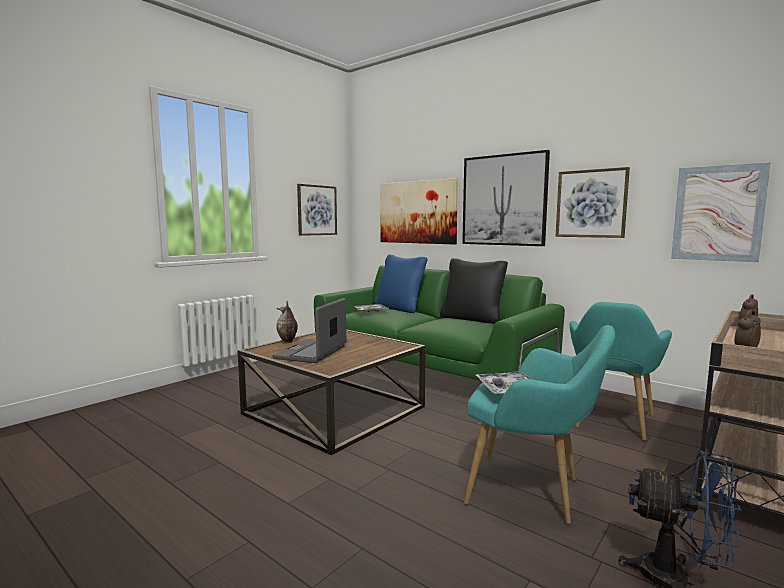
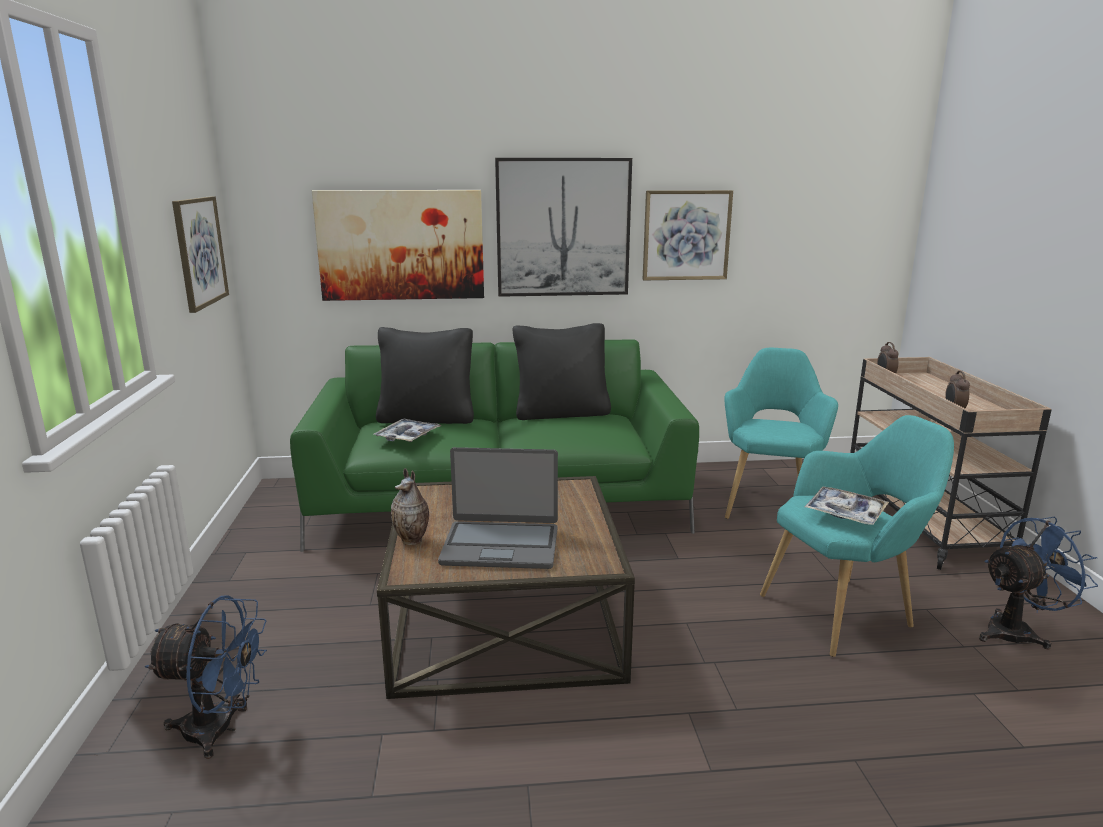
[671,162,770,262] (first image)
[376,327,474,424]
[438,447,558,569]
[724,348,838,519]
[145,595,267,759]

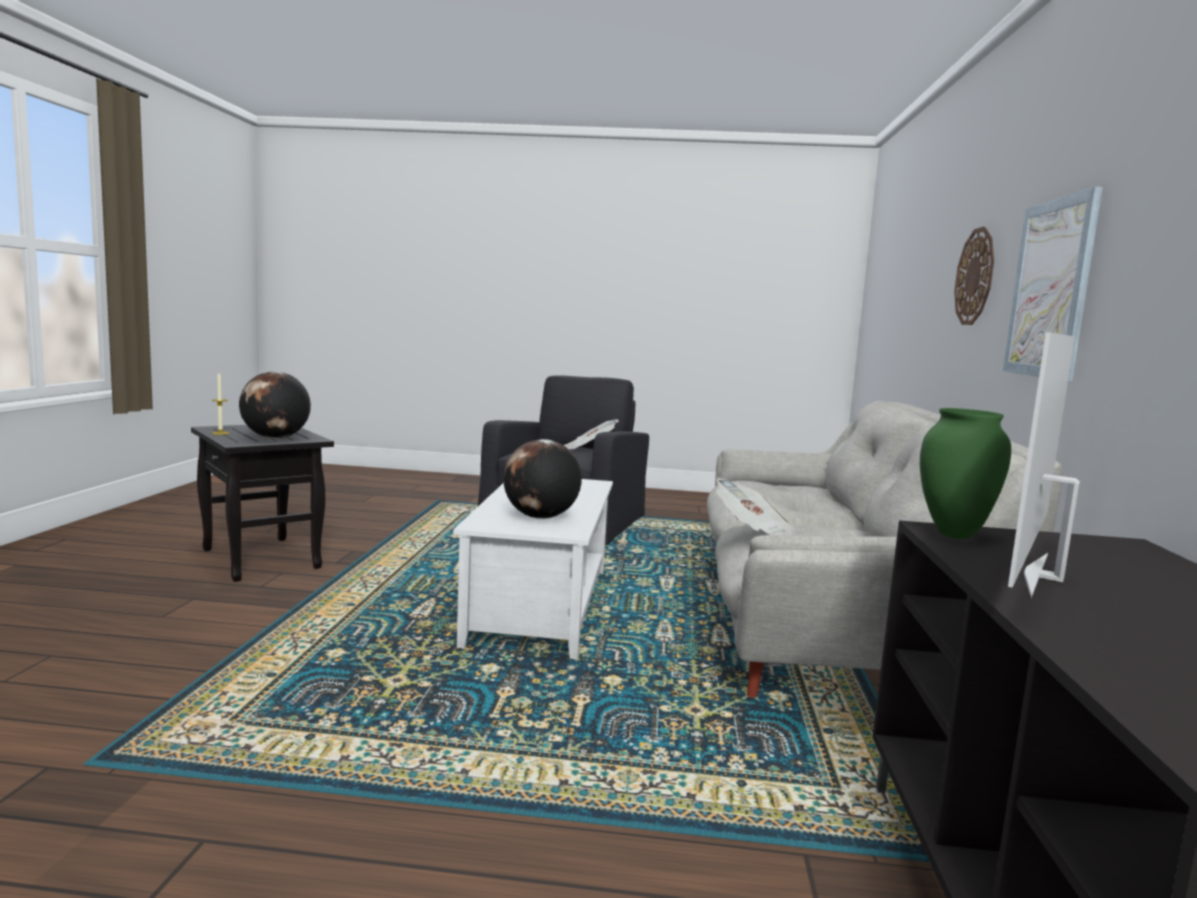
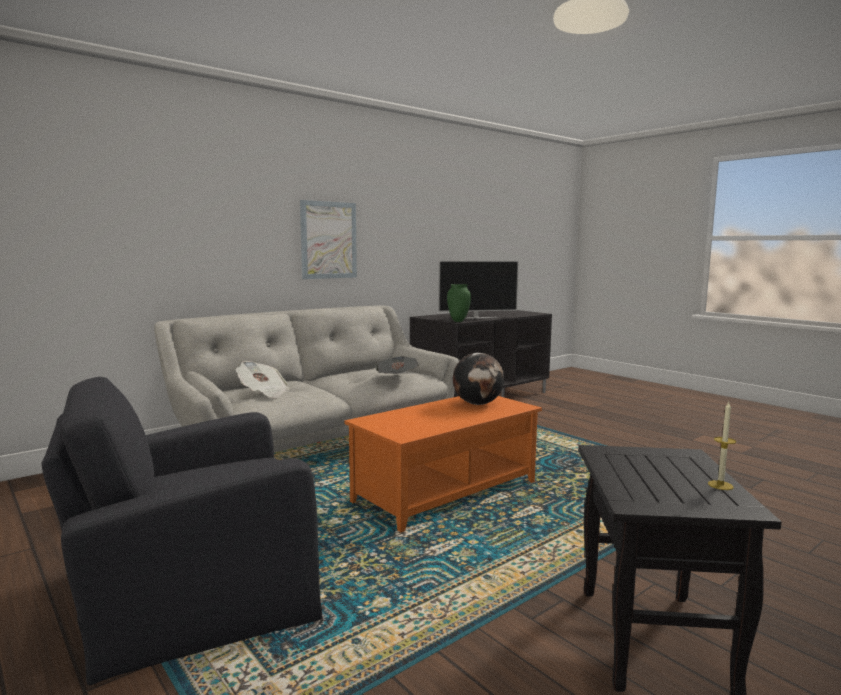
[954,226,994,325] (first image)
[239,371,311,439] (first image)
[236,361,290,398]
[345,396,542,532]

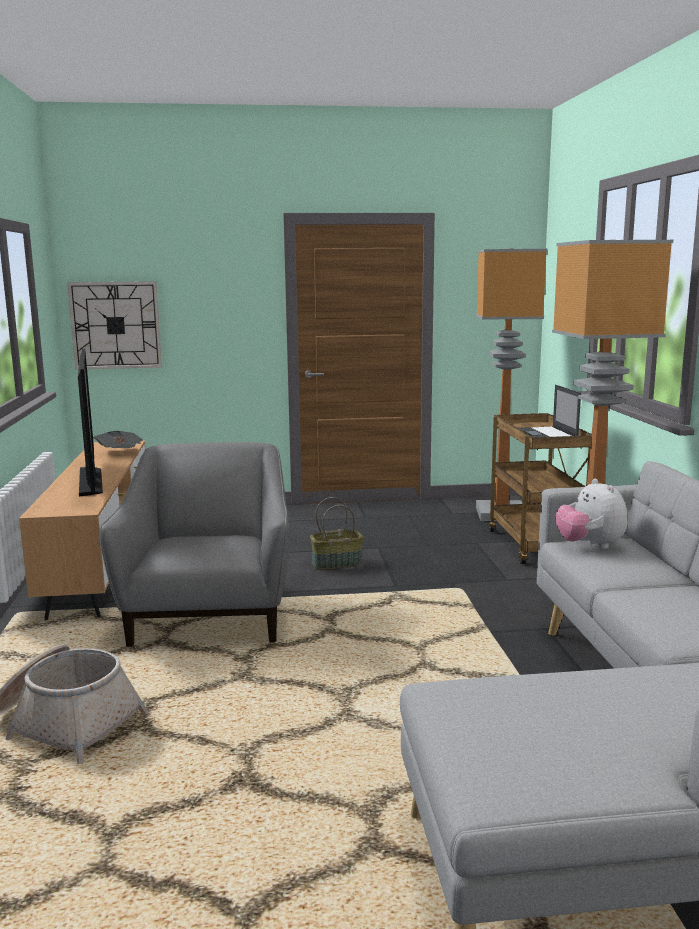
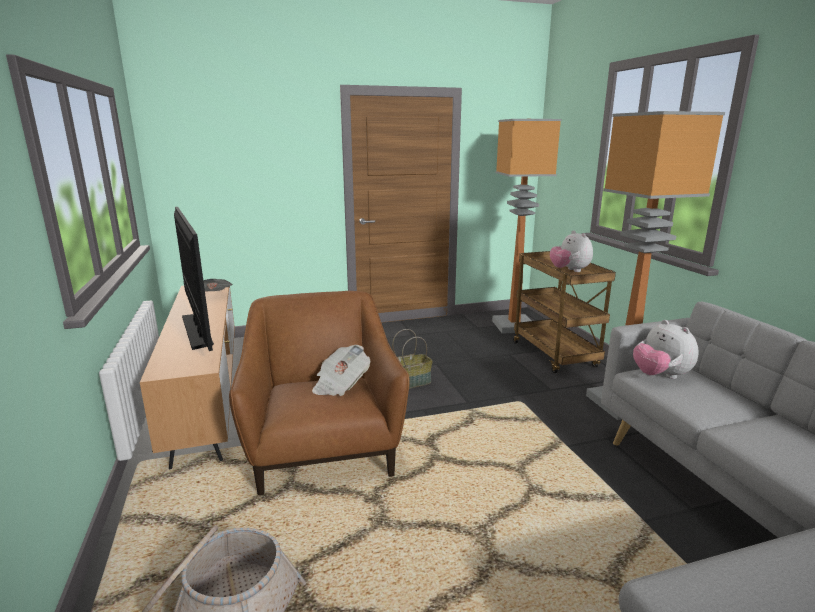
[67,281,162,370] (first image)
[550,231,593,272]
[229,291,410,495]
[312,345,370,396]

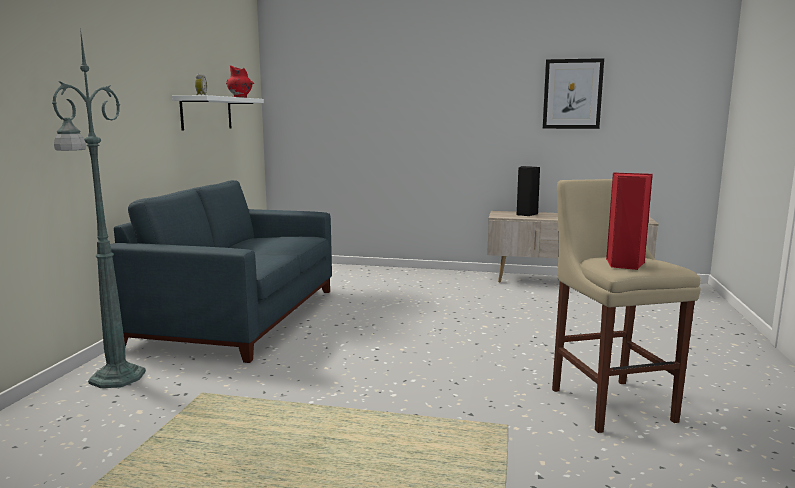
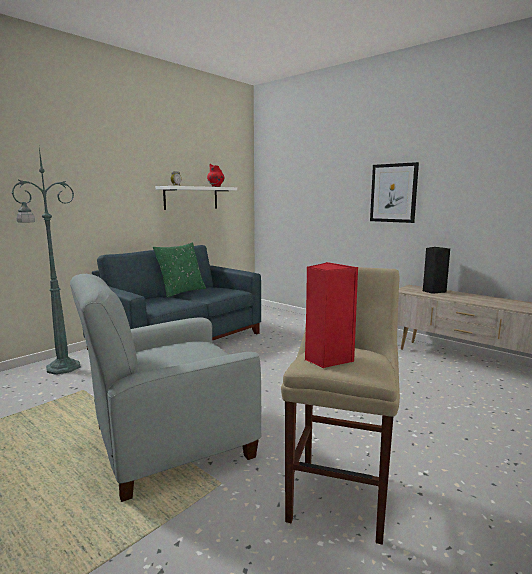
[370,162,419,223]
[153,242,206,298]
[70,274,261,502]

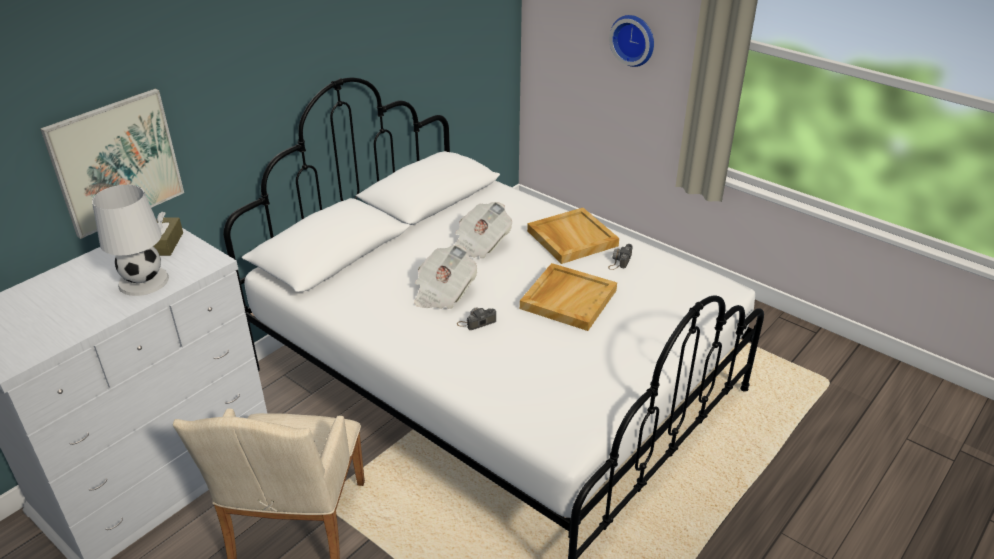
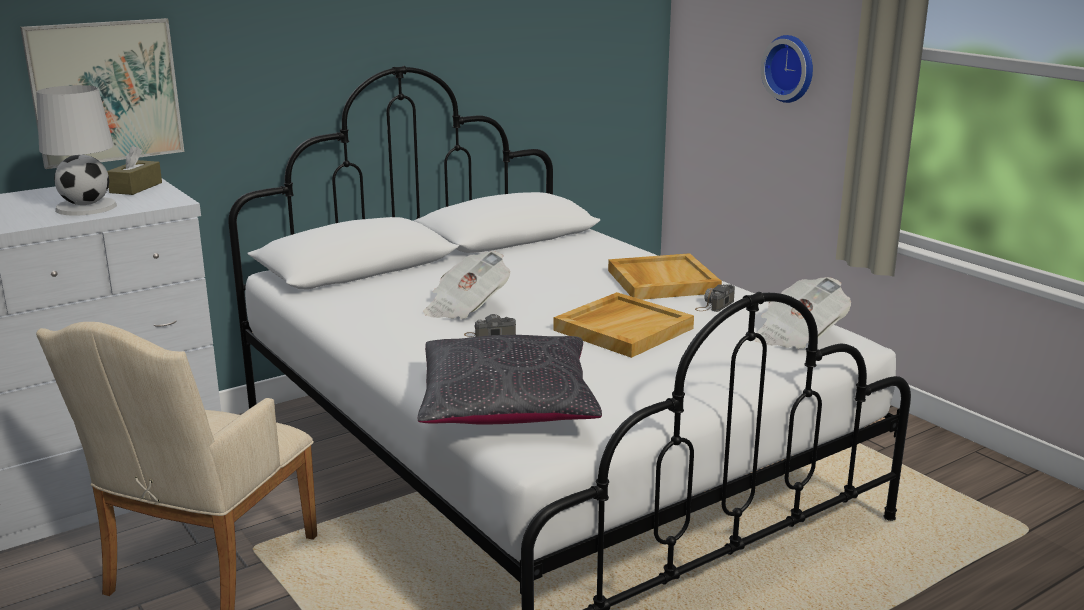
[755,277,851,349]
[418,335,602,425]

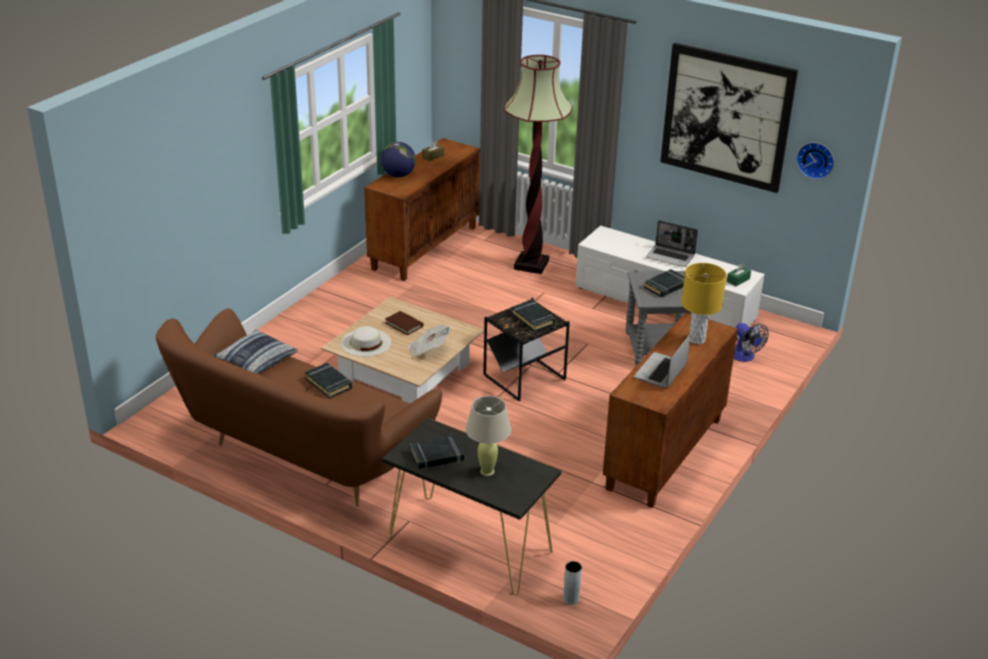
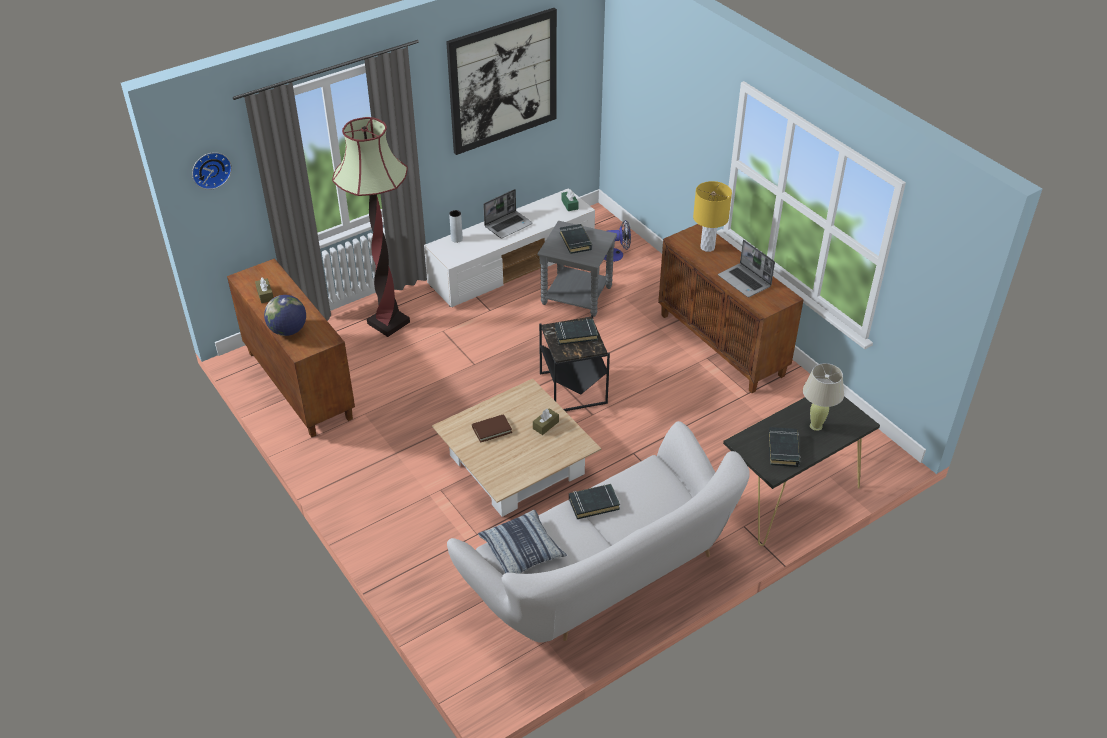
[192,152,232,190]
[447,421,750,642]
[533,408,559,435]
[341,326,391,357] (first image)
[449,210,463,243]

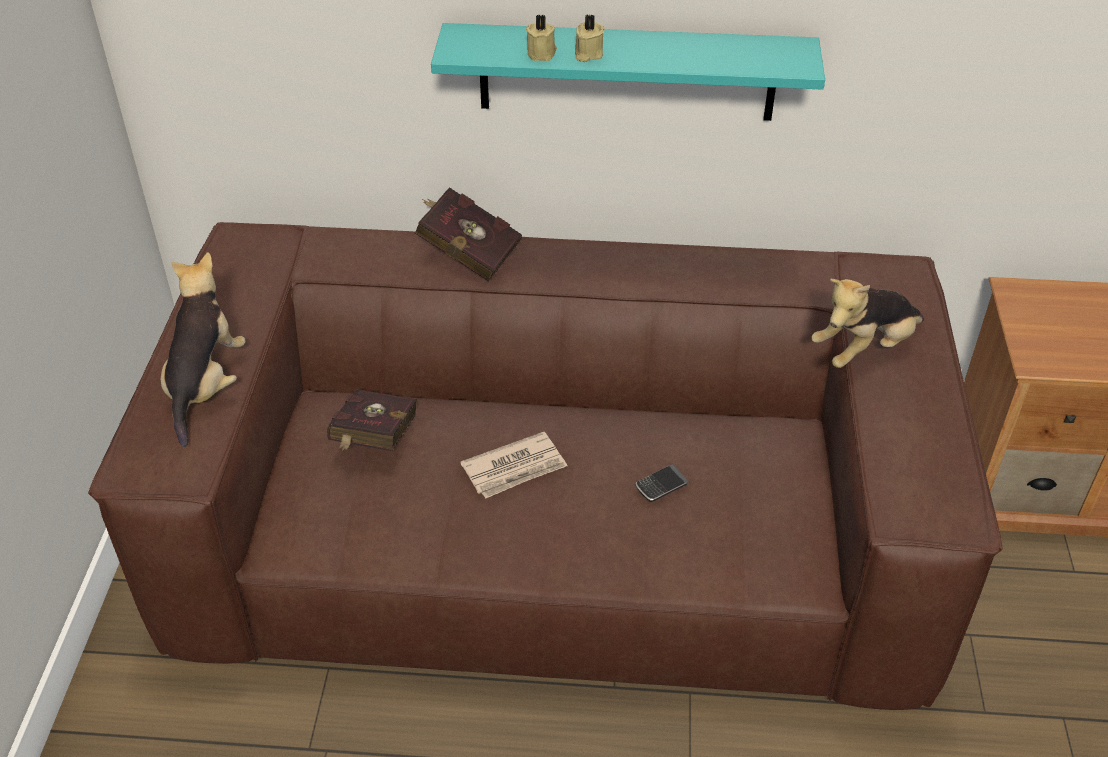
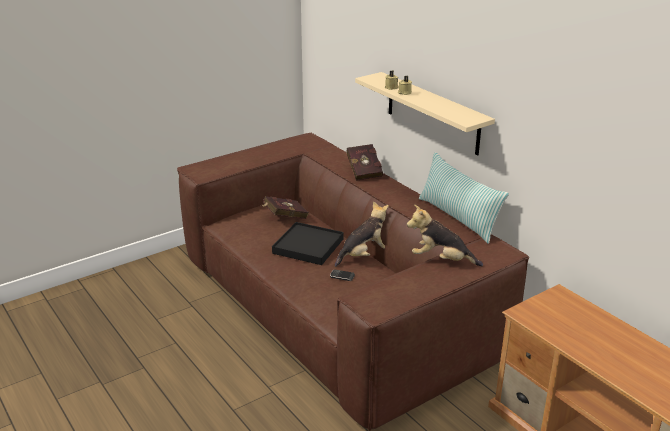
[355,72,495,156]
[335,201,389,267]
[272,222,344,265]
[419,152,509,244]

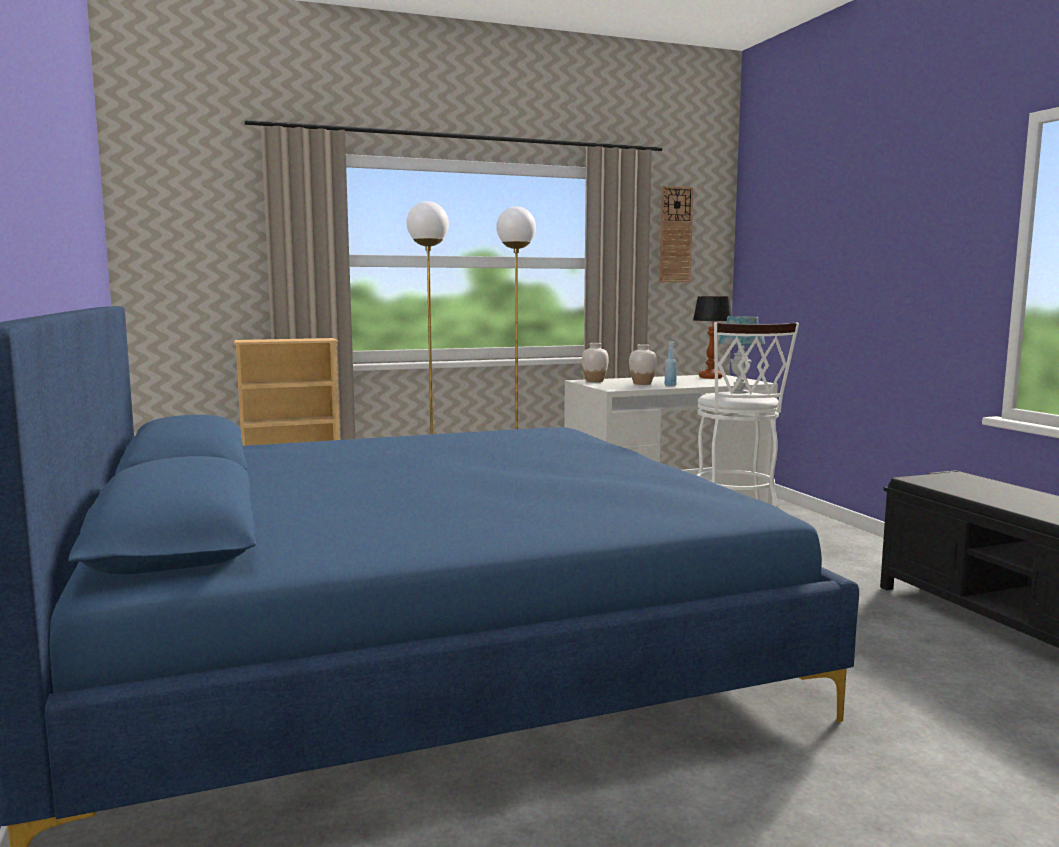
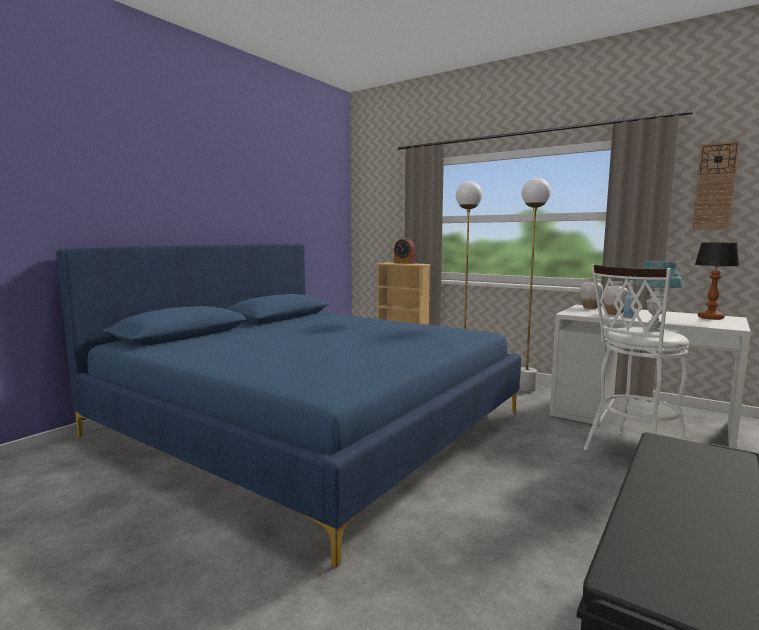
[394,237,415,264]

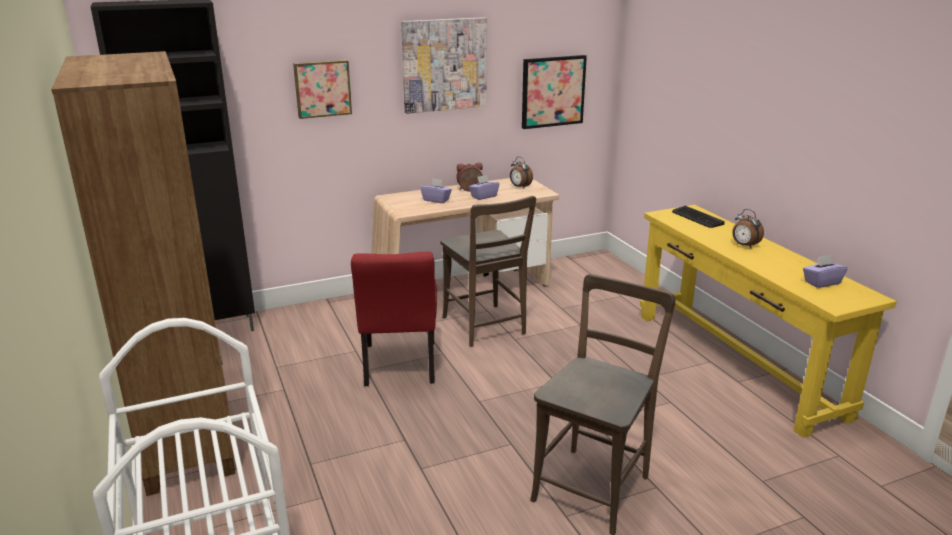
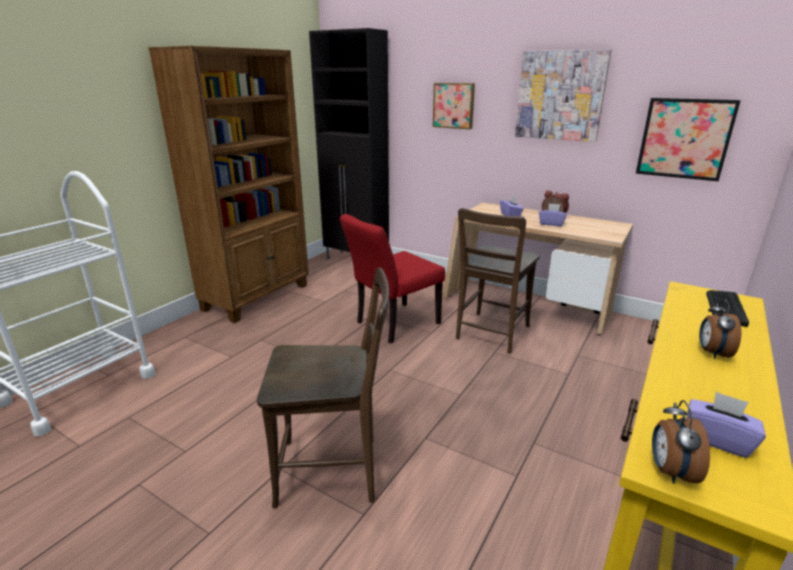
[652,400,710,484]

